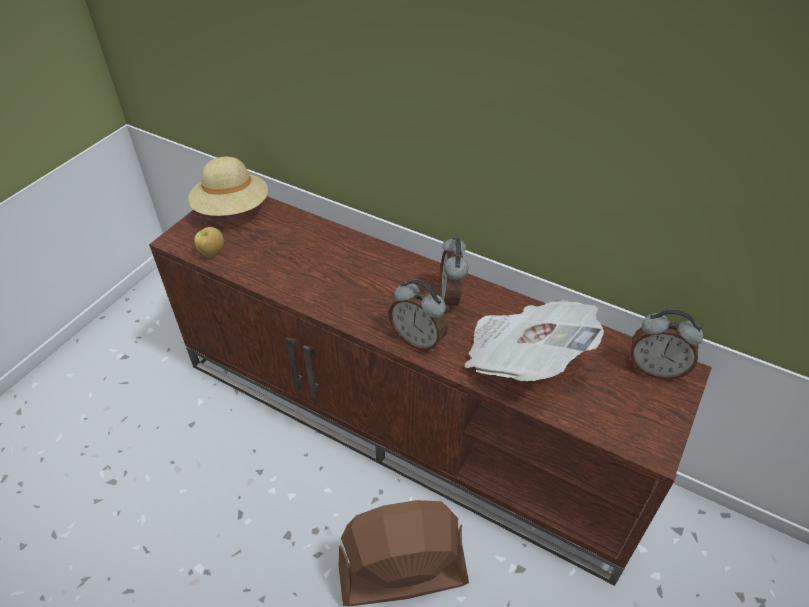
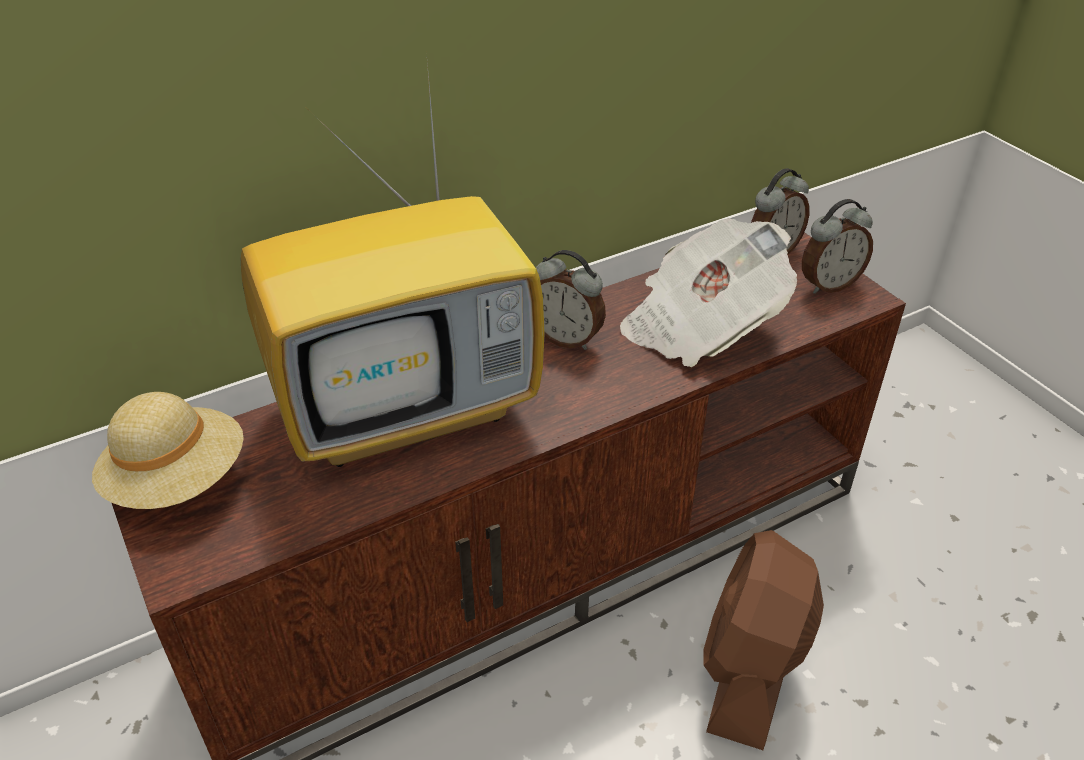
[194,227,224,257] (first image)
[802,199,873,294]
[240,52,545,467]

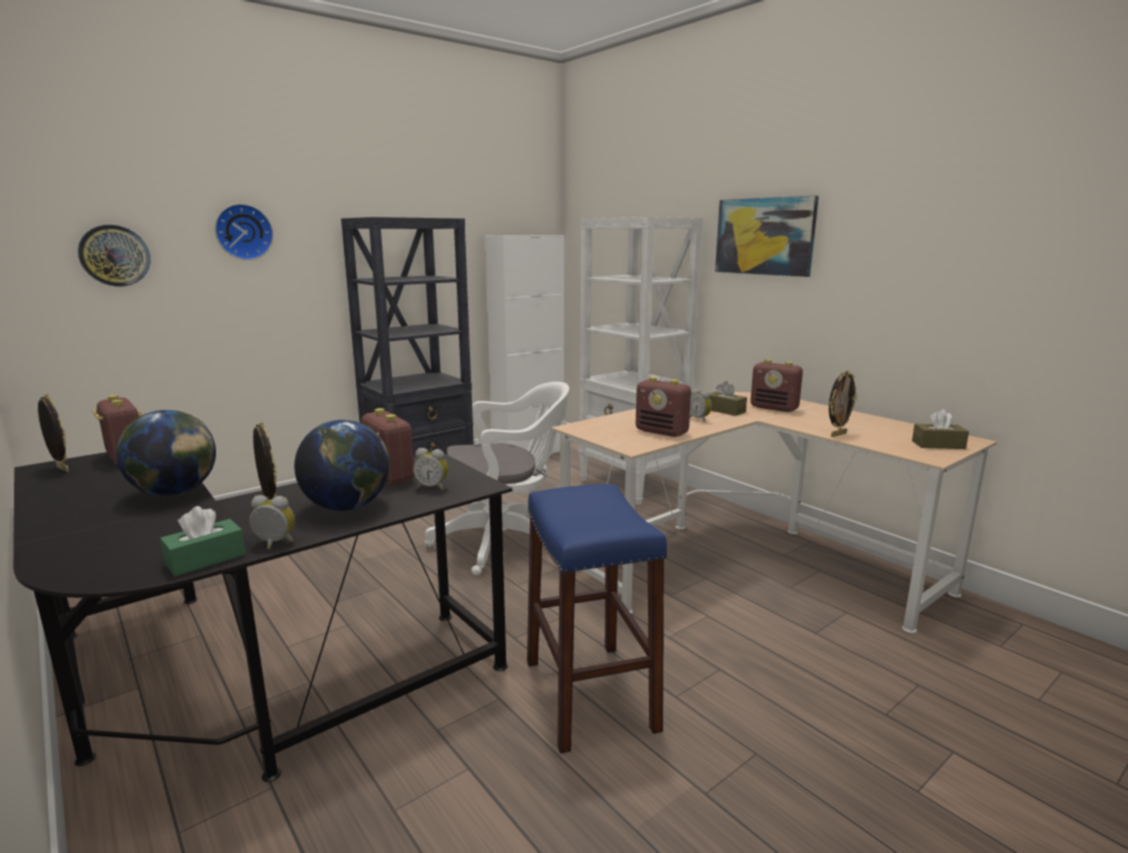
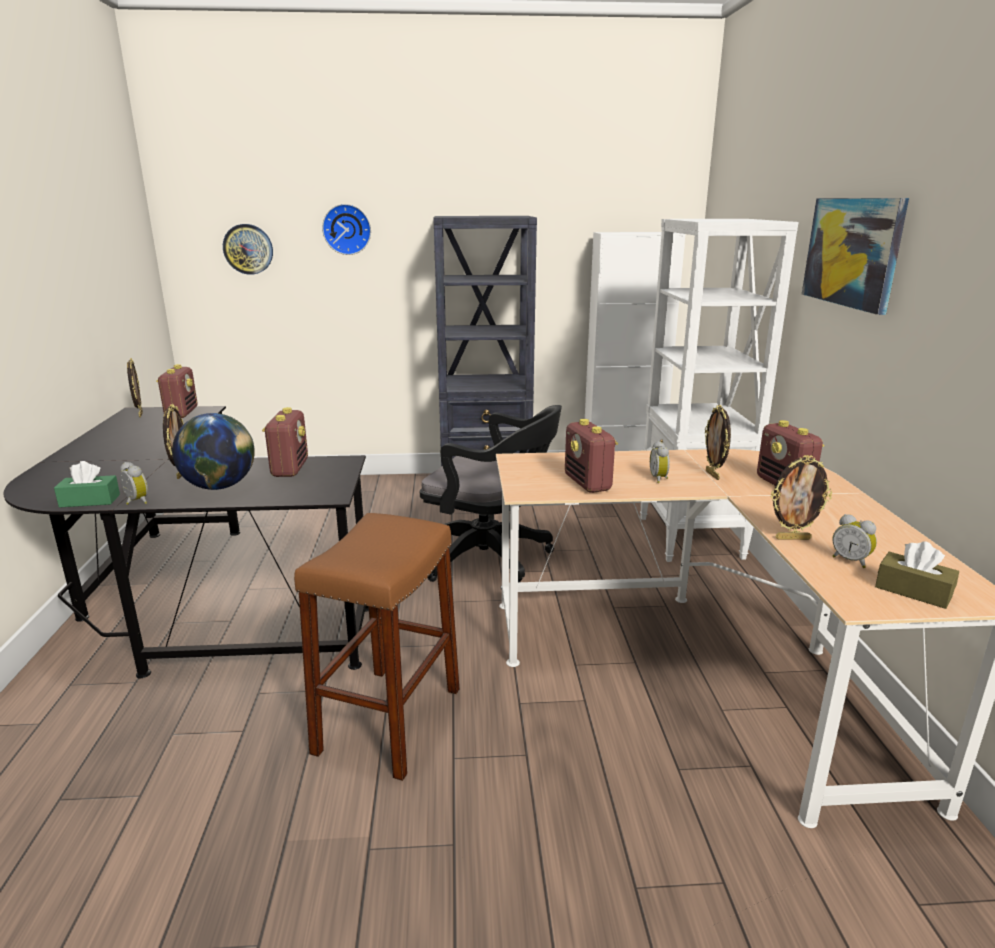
[705,405,731,480]
[420,405,562,582]
[116,410,216,496] (first image)
[832,514,877,568]
[294,513,460,781]

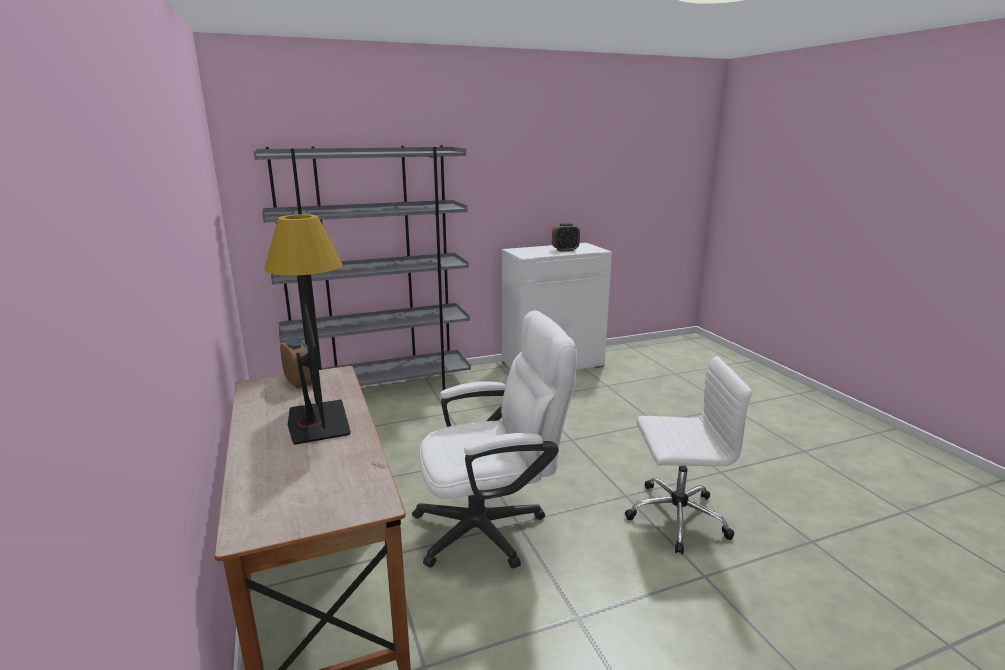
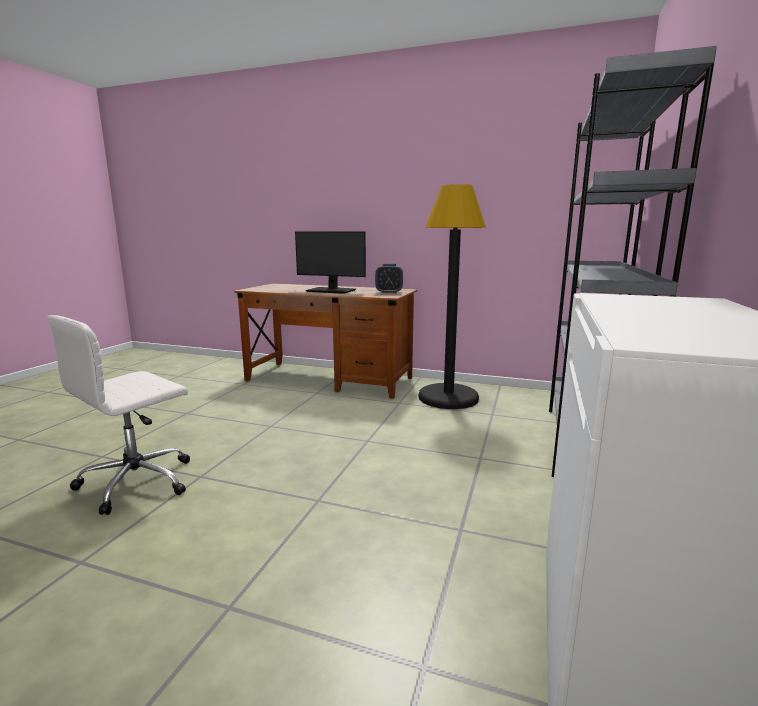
[552,223,580,252] (first image)
[412,310,577,569] (first image)

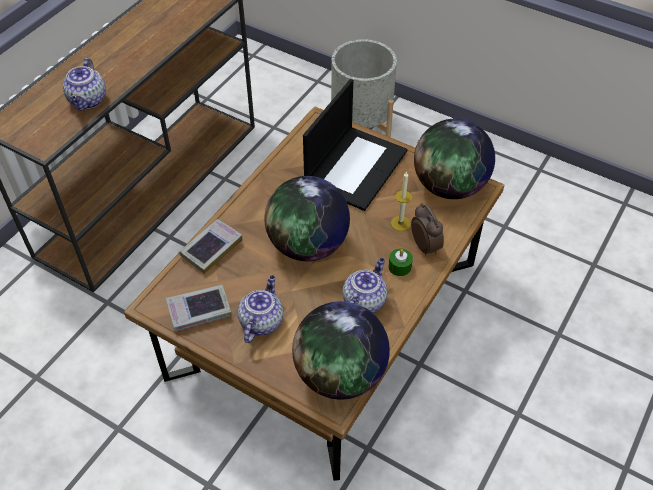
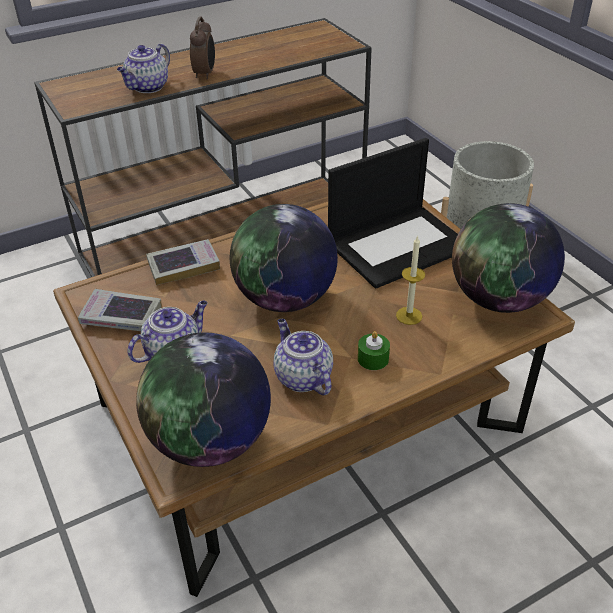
[190,17,215,80]
[273,319,333,396]

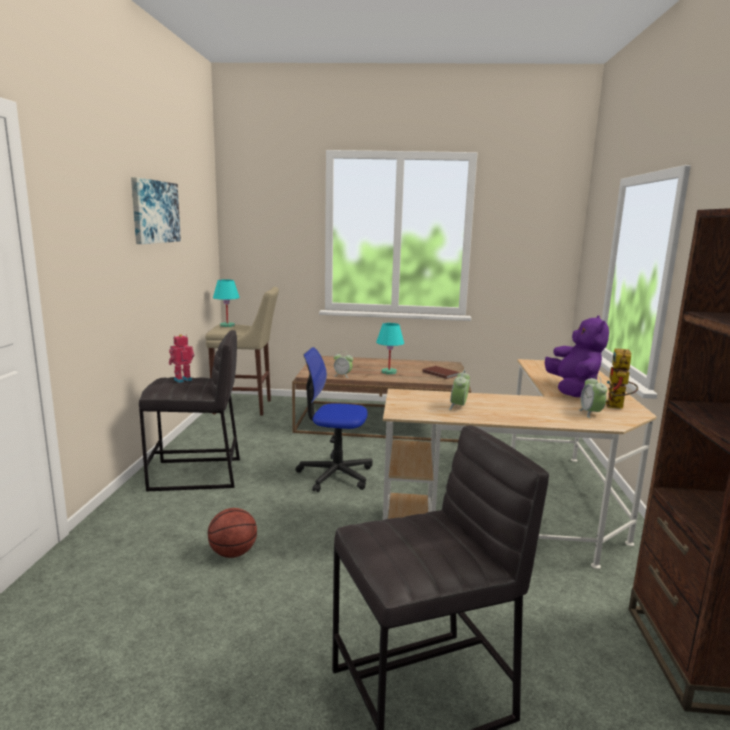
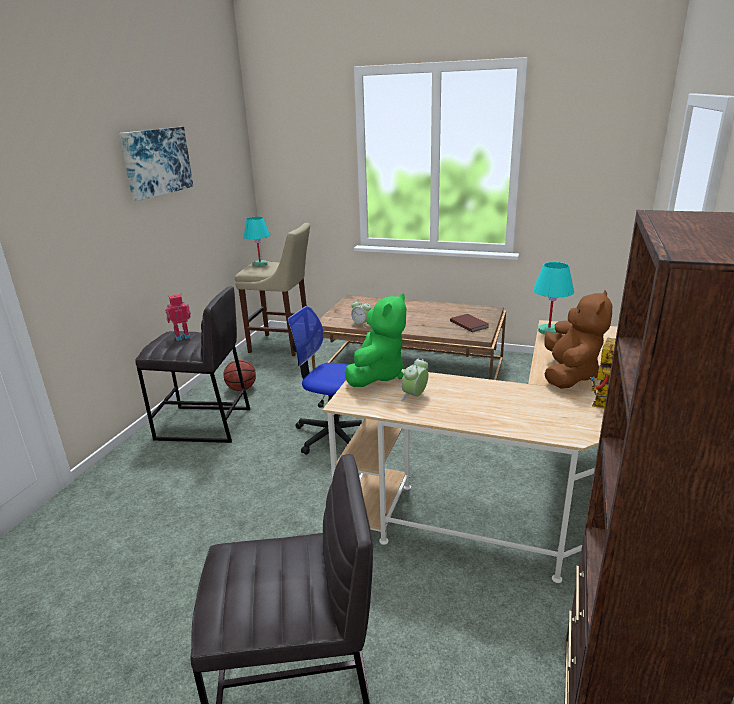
[544,290,612,389]
[533,262,574,335]
[578,375,607,418] (first image)
[224,360,256,391]
[345,293,406,387]

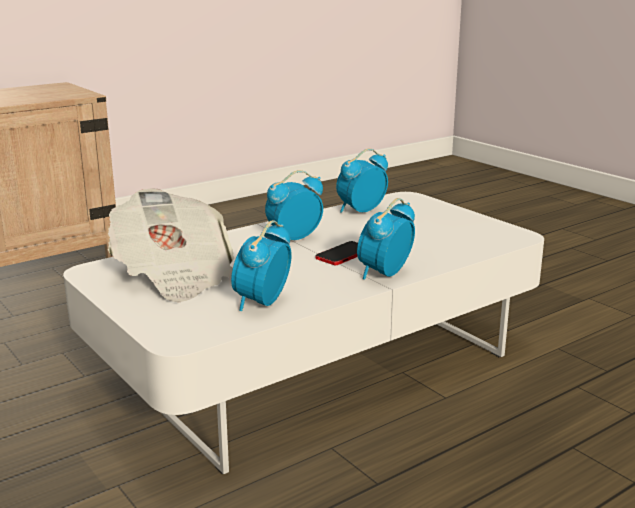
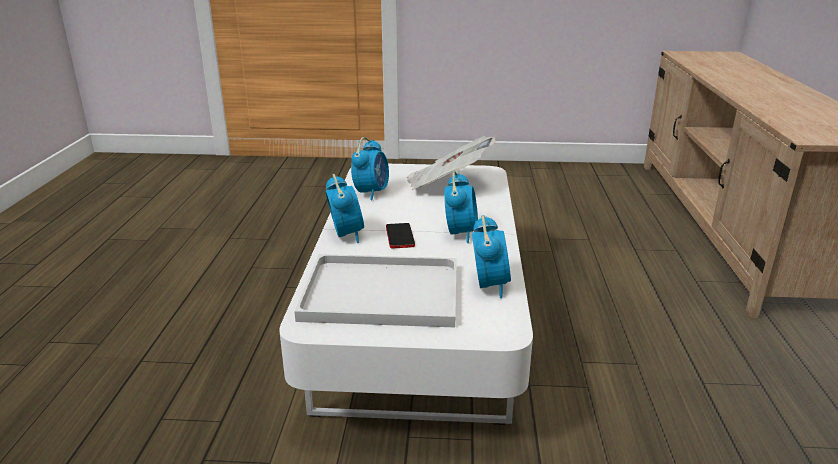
[351,137,389,200]
[294,254,457,327]

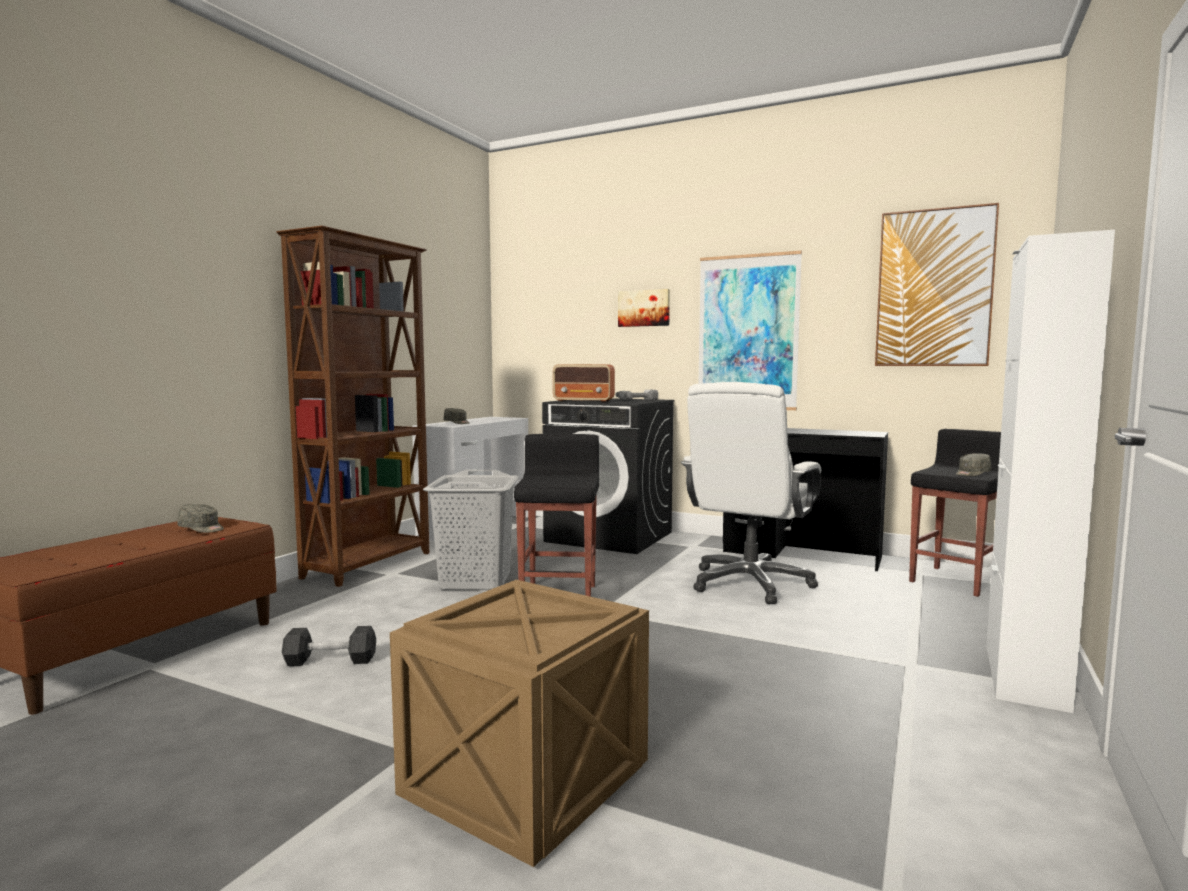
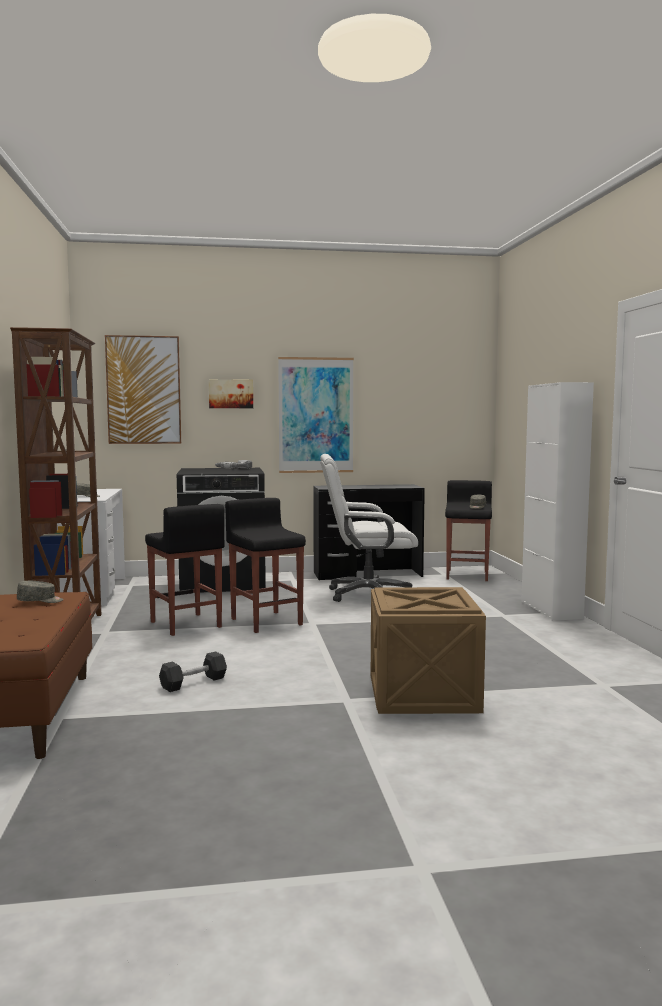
[105,335,181,444]
[553,364,615,402] (first image)
[320,454,418,602]
[145,504,224,636]

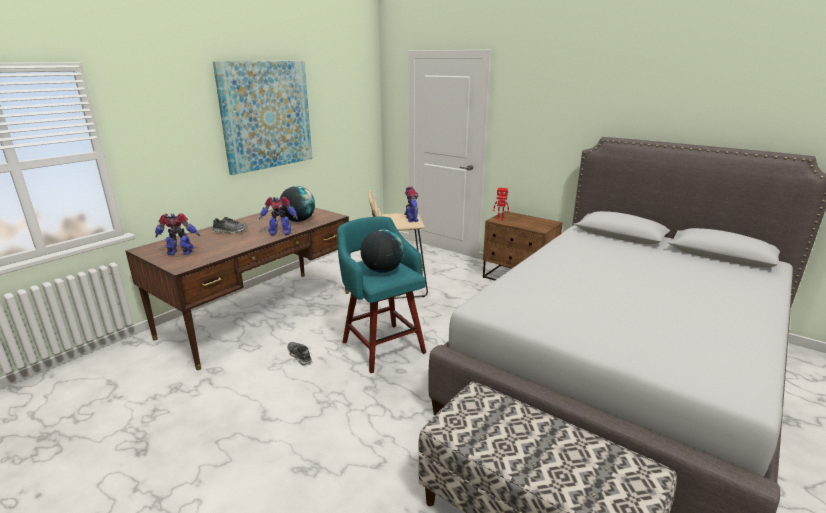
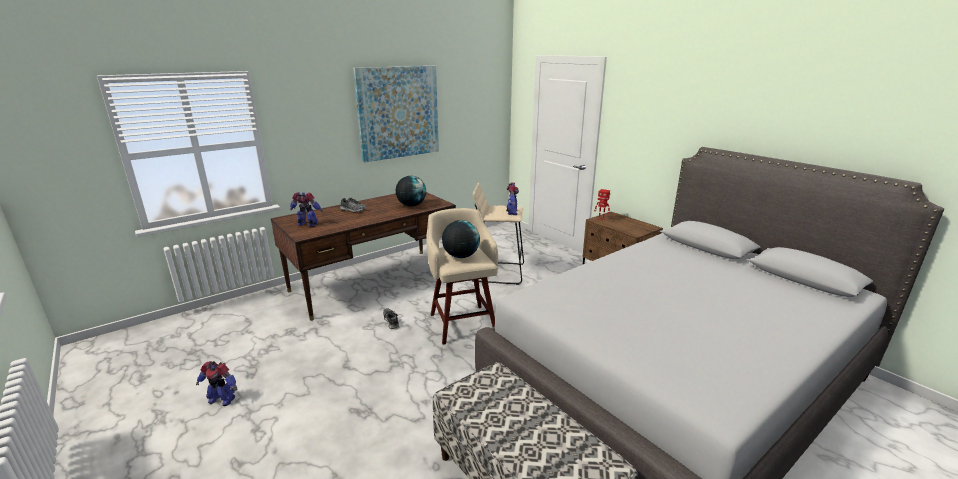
[196,361,237,406]
[426,208,498,345]

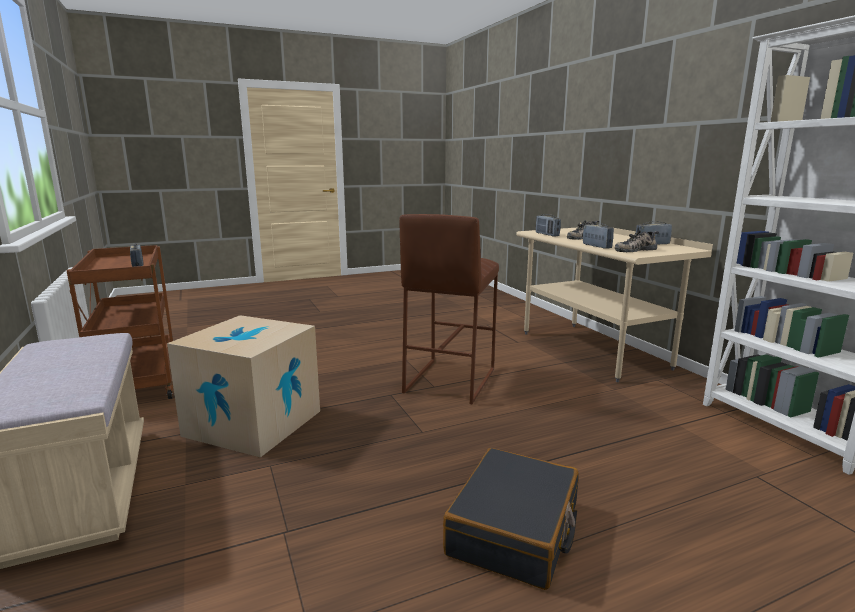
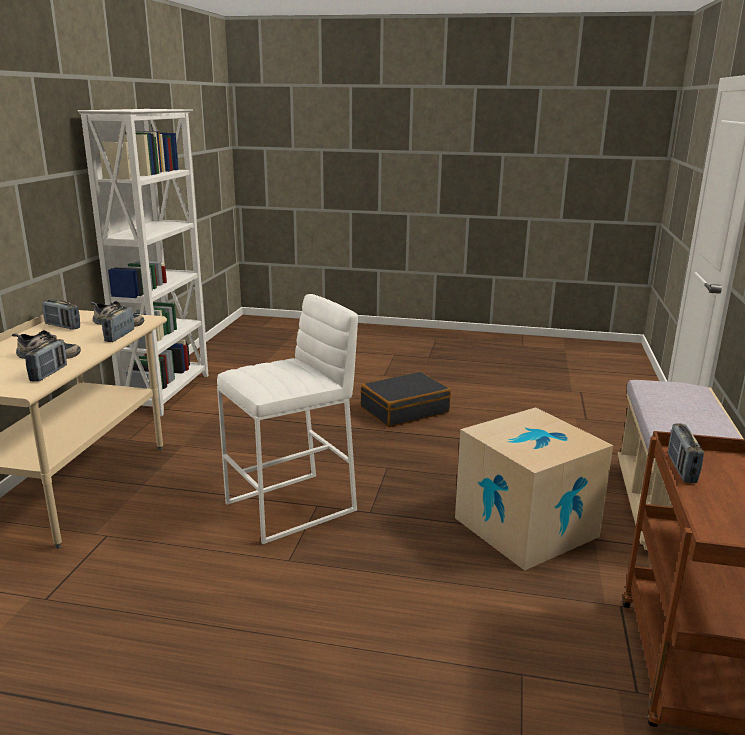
[217,294,358,544]

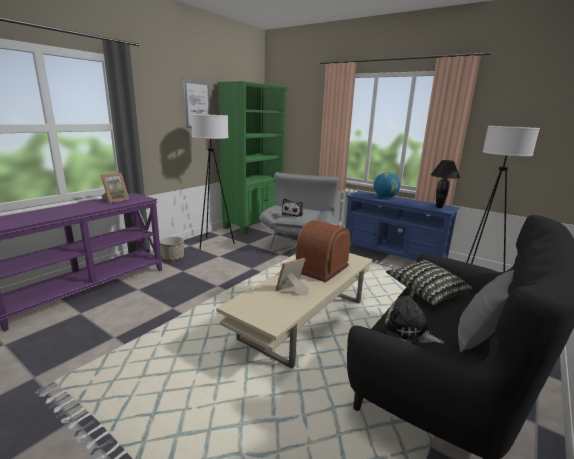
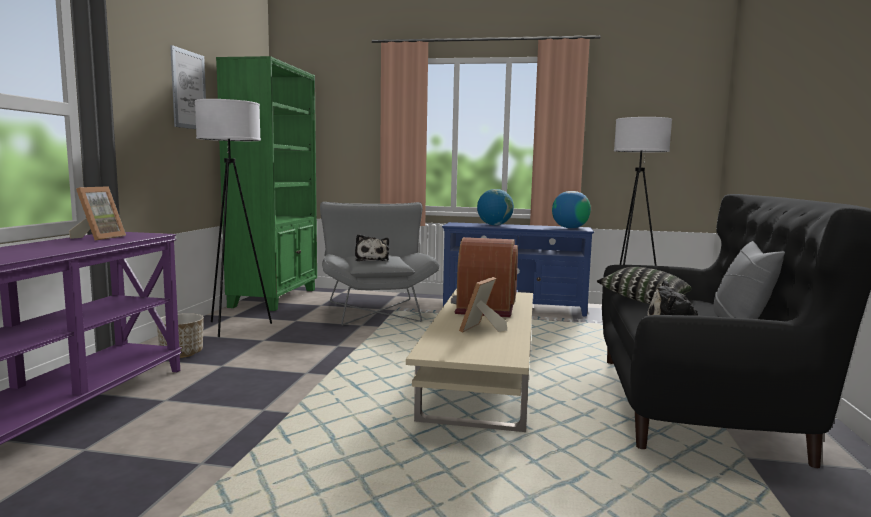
[552,191,591,228]

